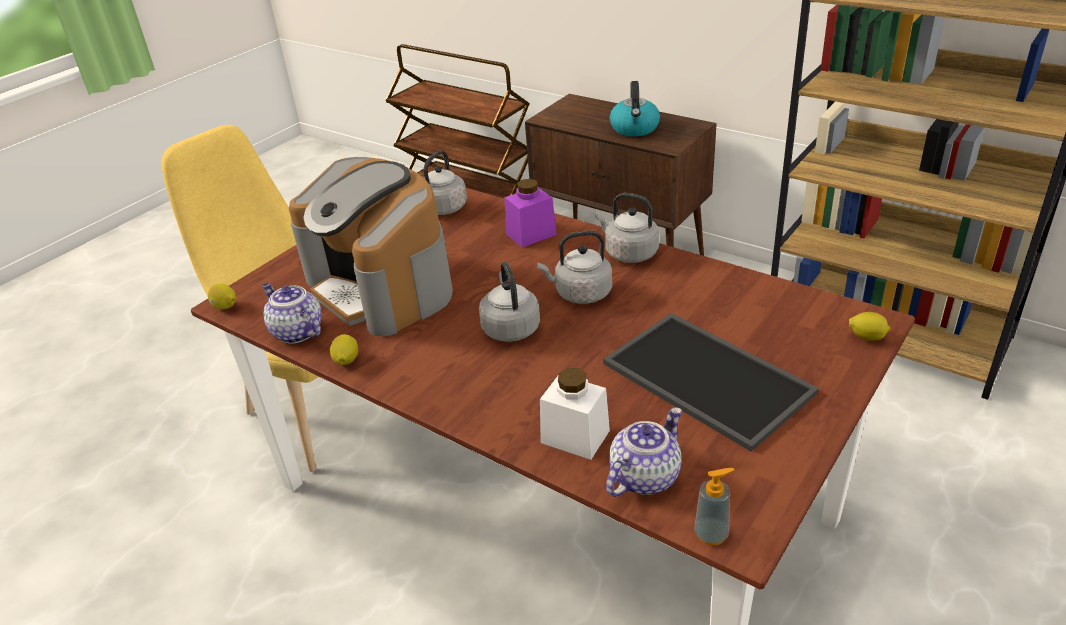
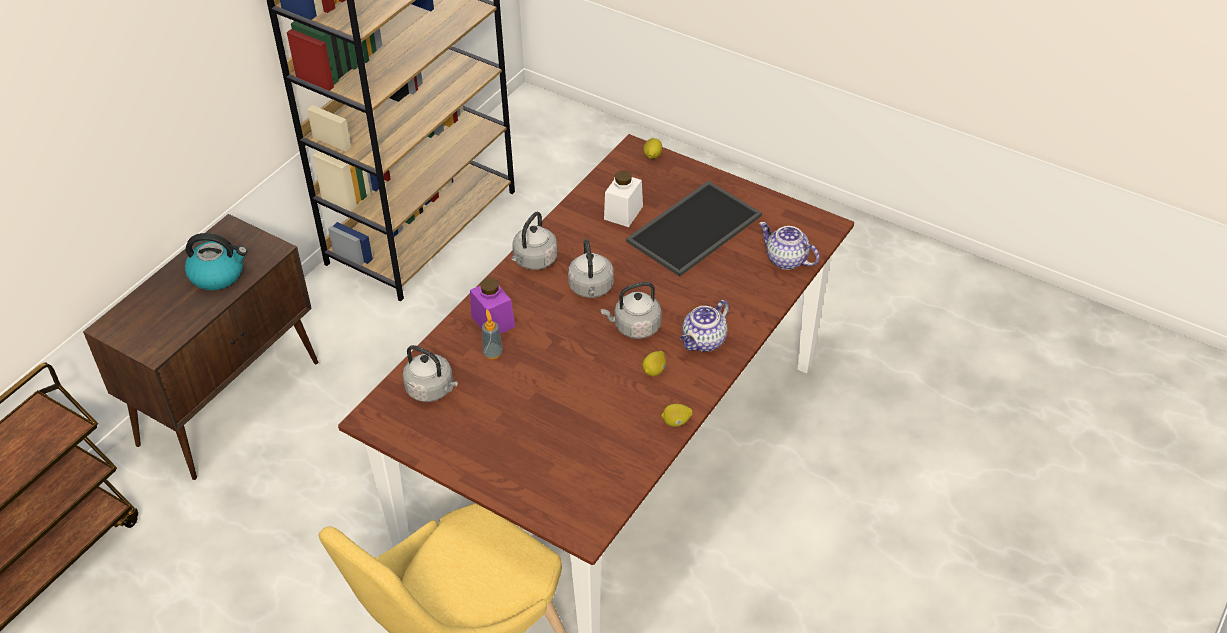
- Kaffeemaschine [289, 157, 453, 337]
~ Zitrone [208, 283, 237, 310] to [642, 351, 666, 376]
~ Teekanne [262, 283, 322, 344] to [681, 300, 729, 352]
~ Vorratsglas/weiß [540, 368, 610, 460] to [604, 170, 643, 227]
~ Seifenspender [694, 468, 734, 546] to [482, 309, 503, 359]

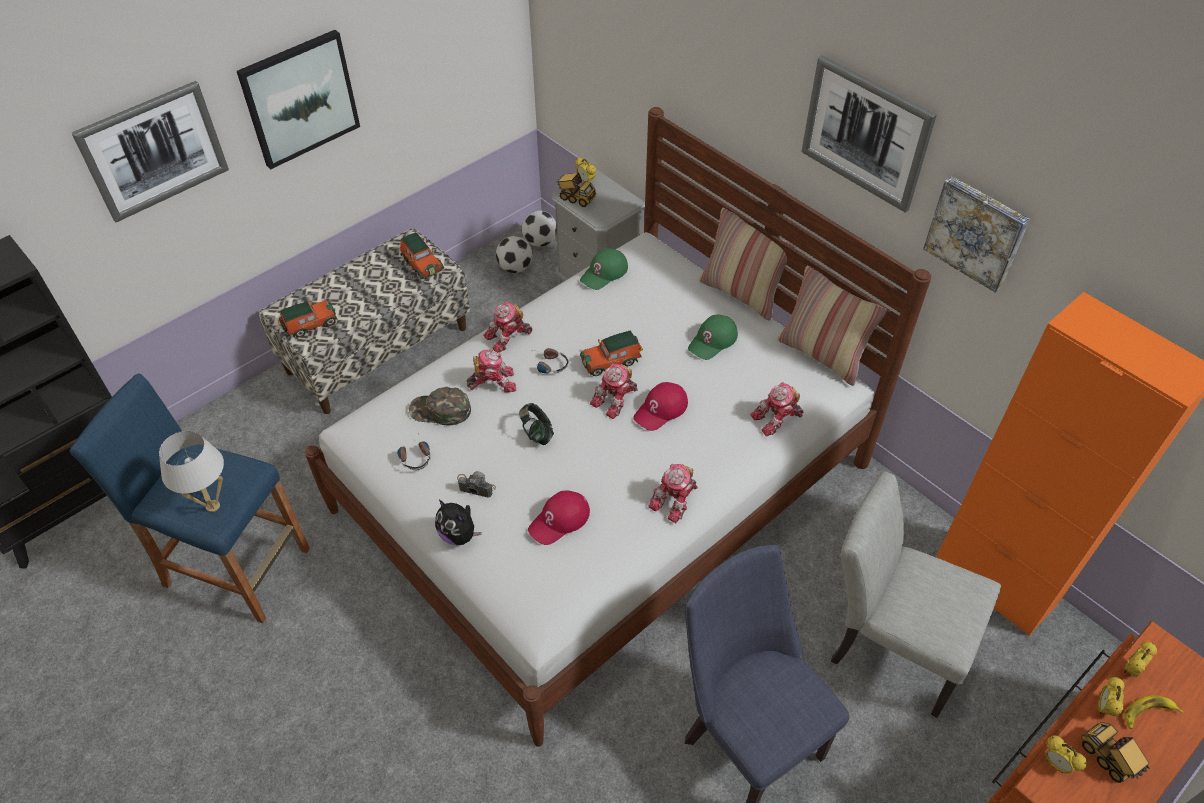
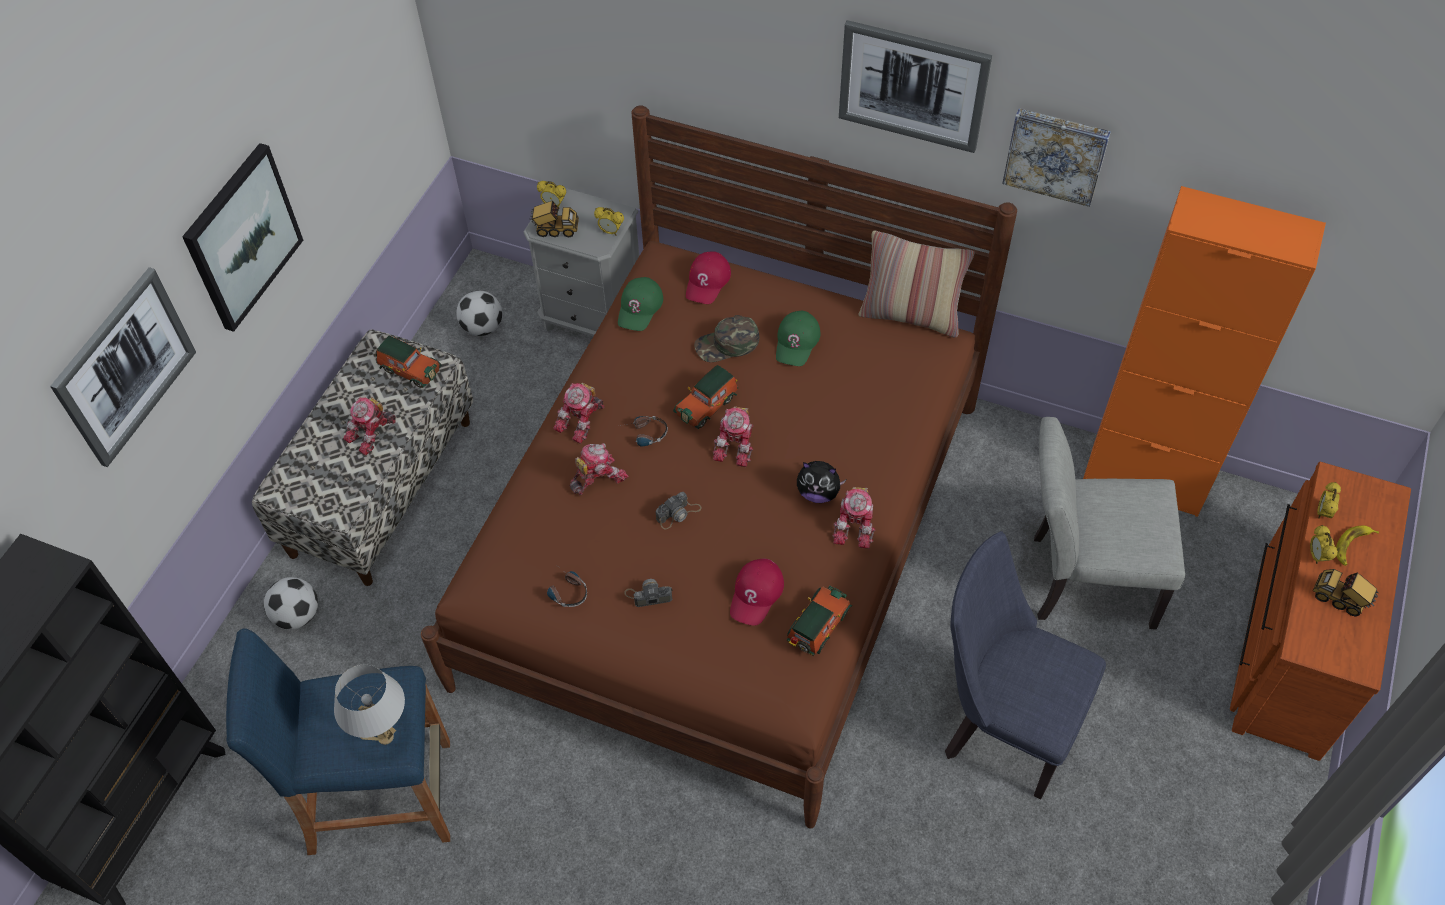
- Kissen [699, 208, 796, 320]
~ Spielzeugauto [278, 300, 338, 338] to [787, 586, 852, 656]
~ Kappe/grün [409, 387, 471, 425] to [694, 315, 759, 362]
~ Plüschtier [435, 500, 482, 546] to [797, 461, 846, 503]
~ Fußball [522, 211, 557, 247] to [264, 577, 318, 630]
~ Kappe/rot [633, 382, 688, 431] to [686, 251, 731, 304]
~ Spielzeugroboter [750, 382, 803, 436] to [343, 397, 396, 456]
~ Wecker [1045, 735, 1087, 774] to [594, 207, 624, 236]
~ Kopfhörer [519, 403, 554, 445] to Kamera [656, 492, 702, 529]
~ Bett/weiß [305, 107, 931, 747] to Bett/braun [421, 105, 1017, 829]

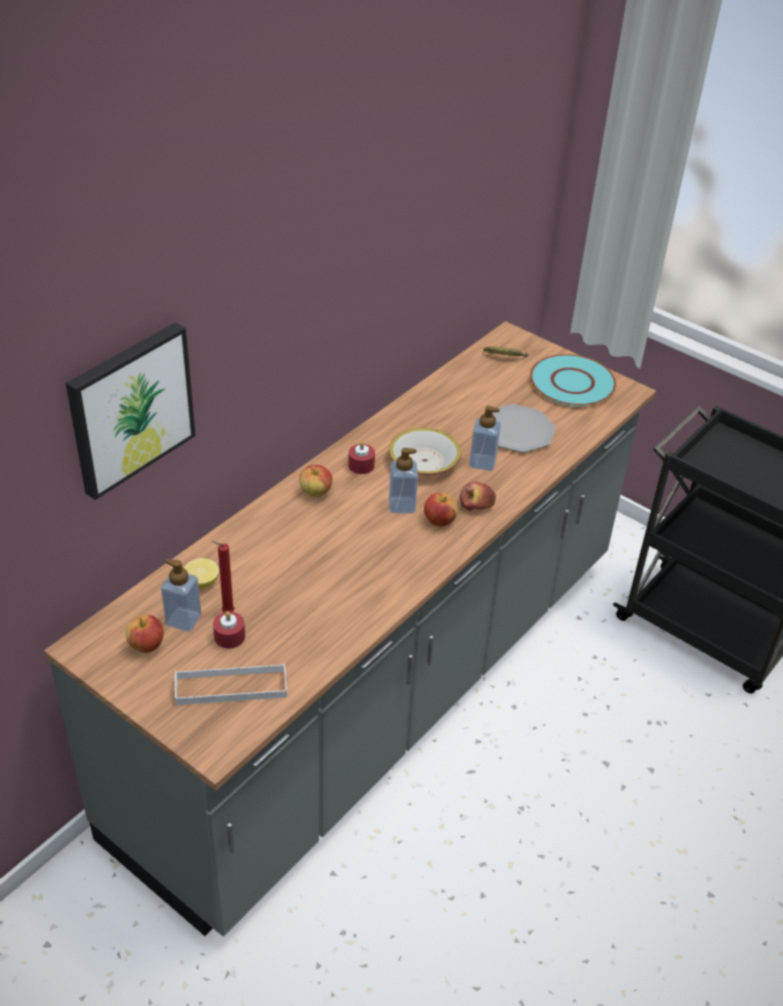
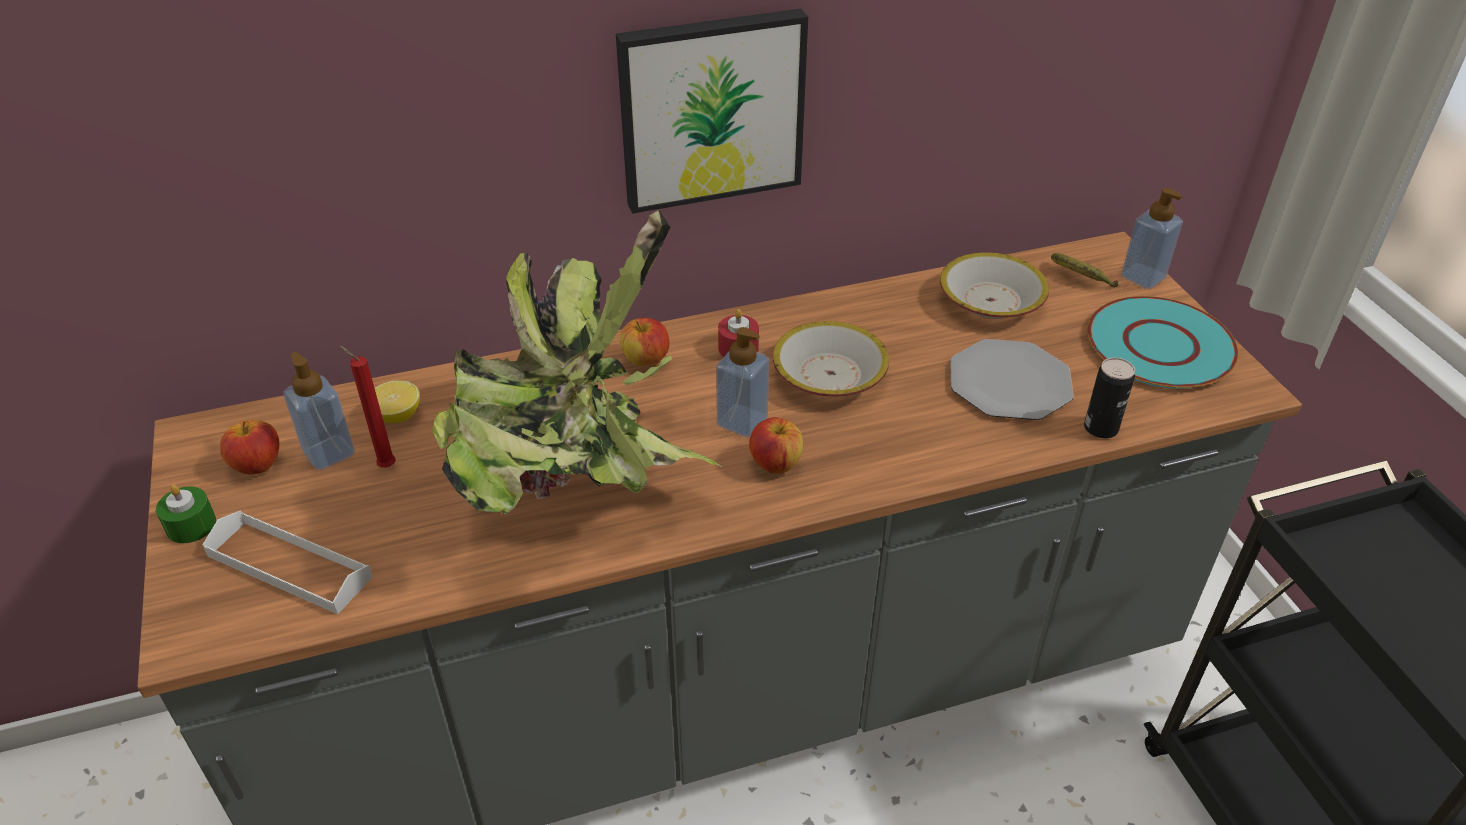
- Kerze/rot [213, 611, 245, 649]
- Apfel [460, 481, 496, 510]
+ Kerze/grün [156, 485, 216, 543]
+ Topfpflanze [432, 210, 722, 515]
+ Schüssel [940, 252, 1049, 319]
+ Dose [1084, 358, 1135, 438]
~ Bild [66, 322, 196, 500] to [616, 9, 808, 214]
~ Seifenspender [469, 406, 501, 471] to [1121, 188, 1183, 289]

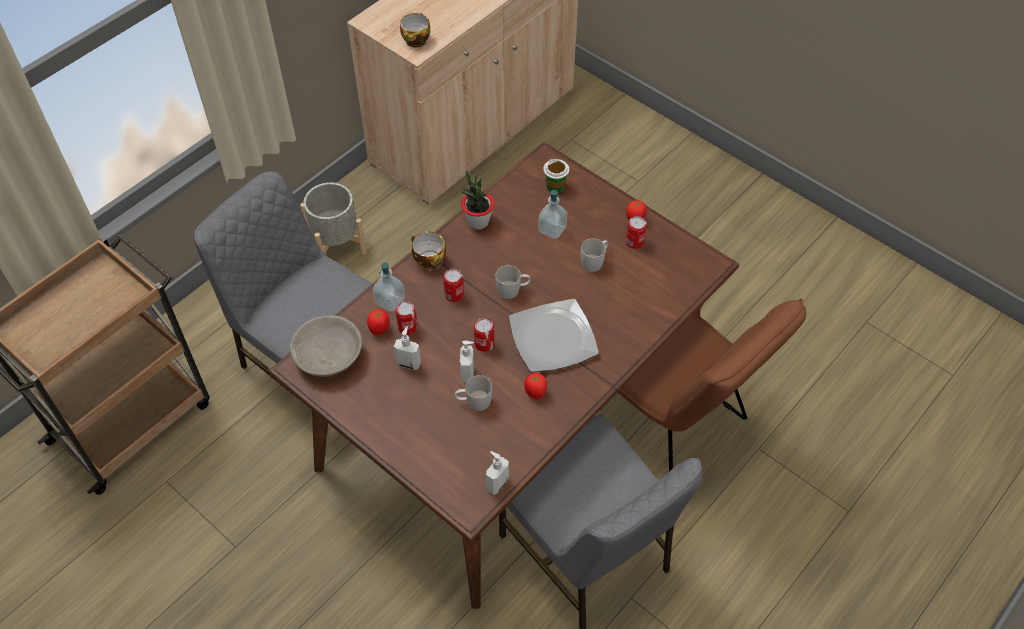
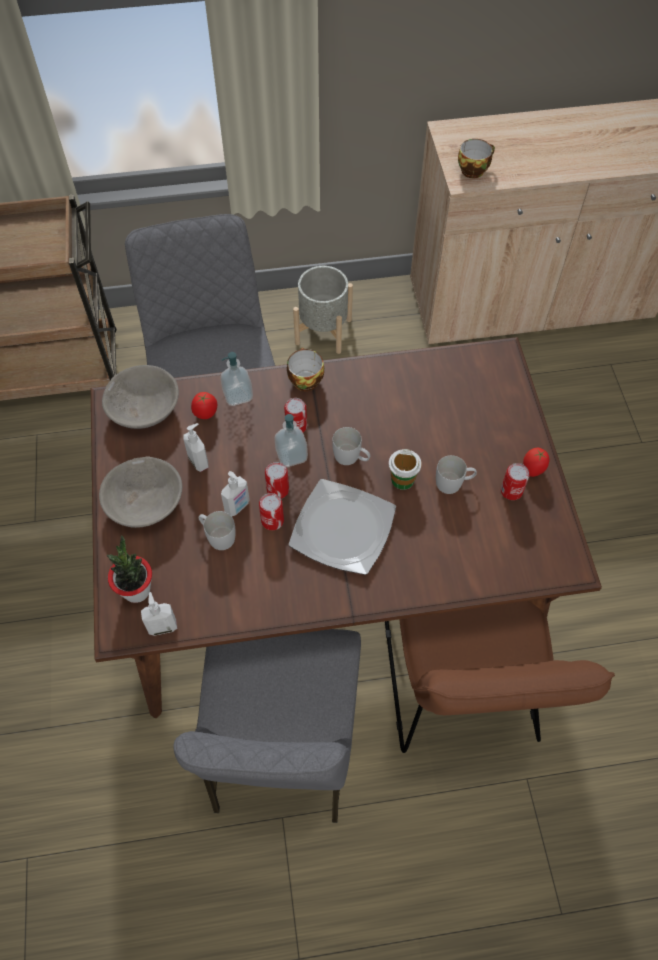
- Tomate [524, 373, 547, 399]
+ Schüssel/grau [99, 456, 183, 528]
~ Dose [396, 301, 418, 335] to [259, 493, 284, 530]
~ Topfpflanze [461, 170, 494, 229] to [107, 535, 152, 603]
~ Seifenspender [538, 190, 567, 239] to [274, 414, 308, 467]
~ Tasse [543, 159, 569, 193] to [389, 449, 422, 490]

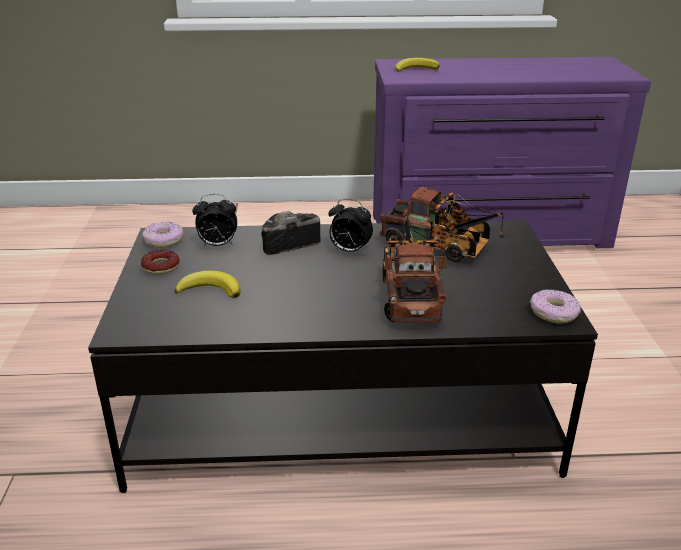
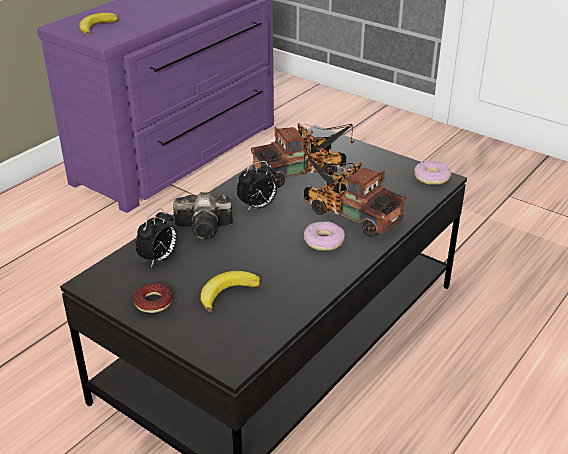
~ Donut [142, 222, 183, 248] to [304, 221, 345, 251]
~ Kamera [261, 211, 320, 255] = [173, 192, 233, 240] 105 degrees counterclockwise

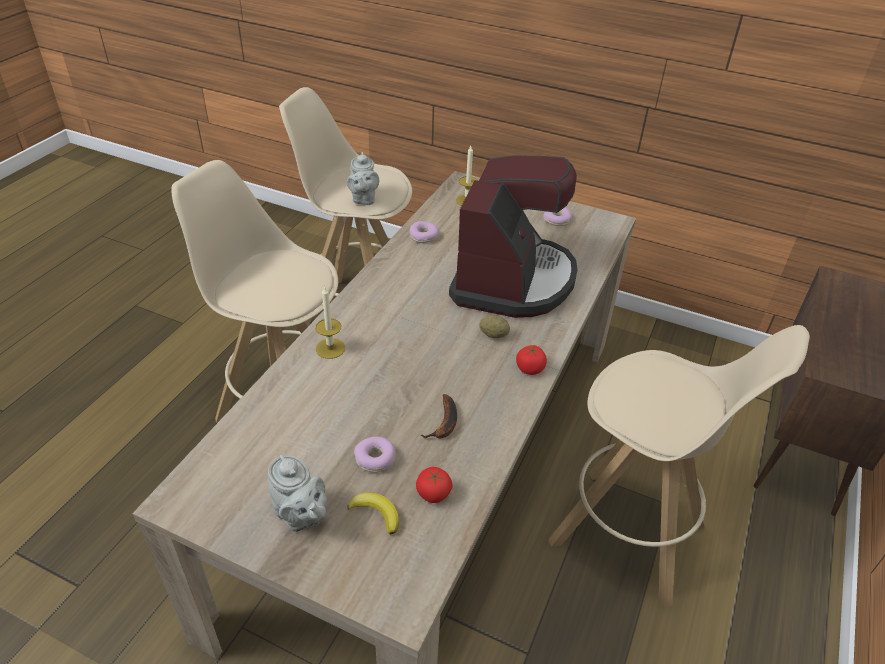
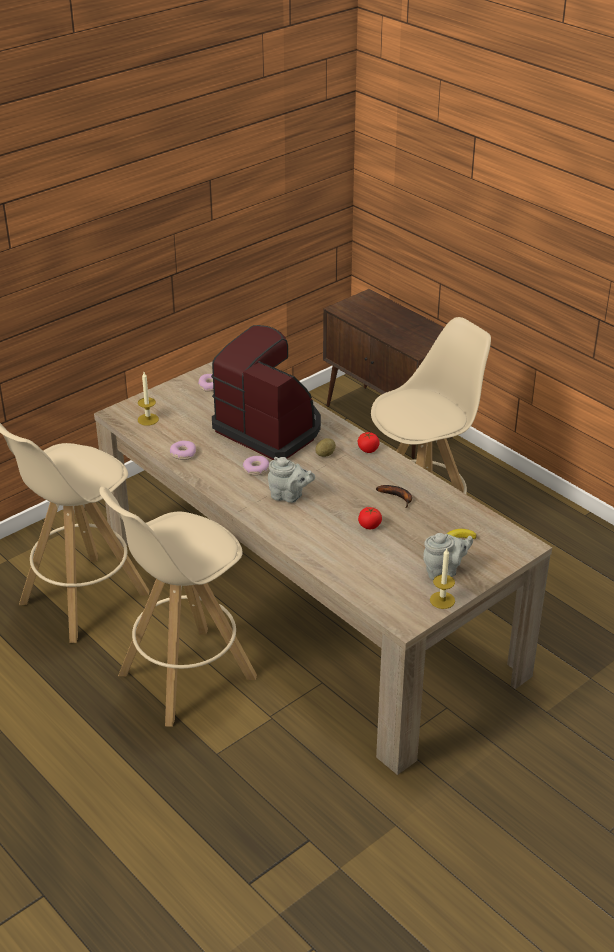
~ Kerze [316, 287, 345, 359] to [430, 549, 455, 609]
~ Teekanne/grau [347, 152, 379, 205] to [268, 457, 315, 503]
~ Donut [354, 437, 396, 472] to [243, 456, 269, 476]
~ Tomate [416, 467, 453, 503] to [358, 507, 382, 529]

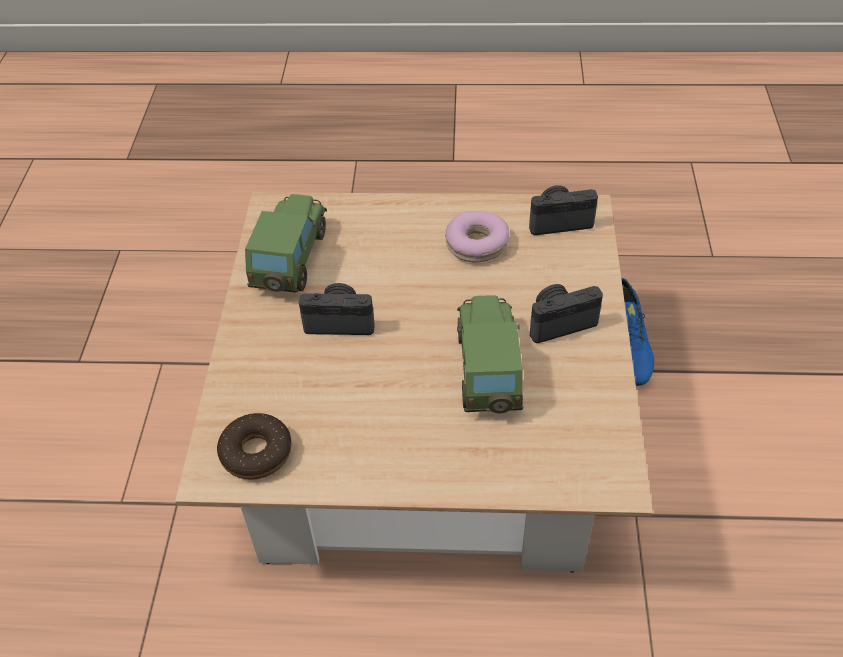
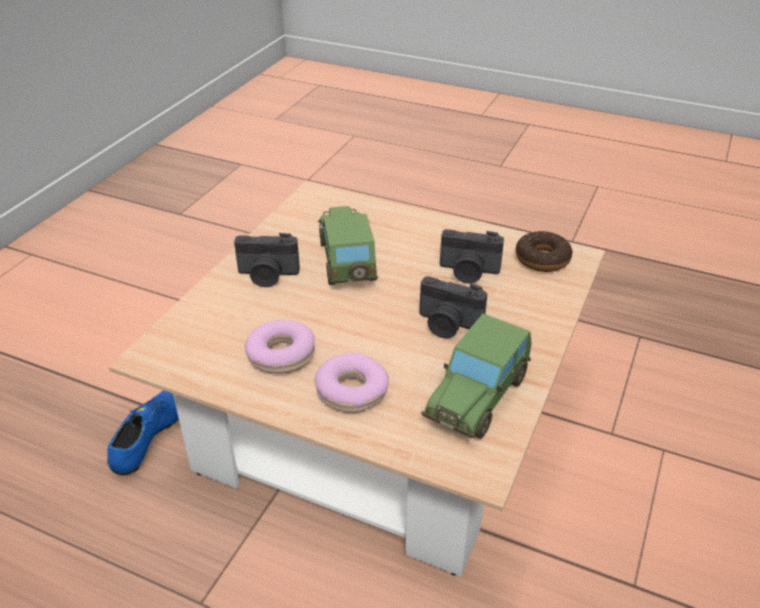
+ Donut [315, 353, 389, 413]
~ Kamera [529, 185, 598, 235] to [440, 229, 504, 283]
~ Spielzeugauto [457, 295, 523, 413] = [318, 206, 378, 285] 150 degrees clockwise

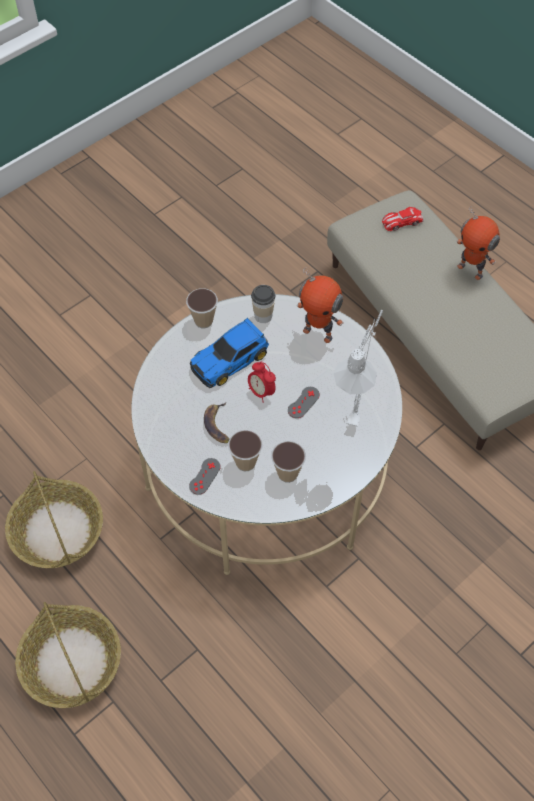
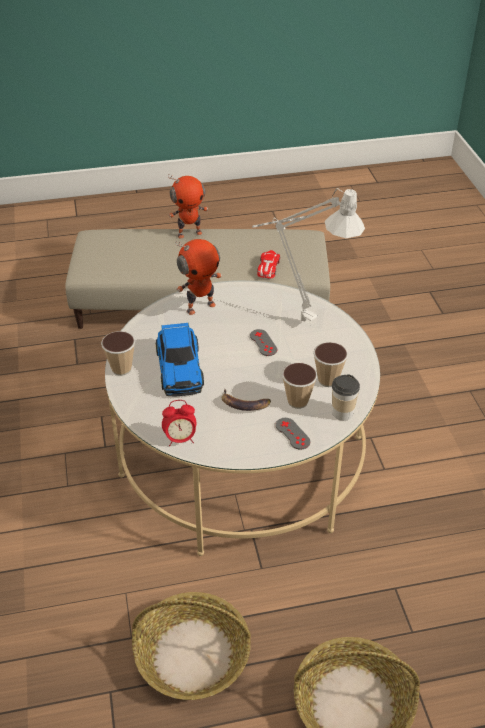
~ Wecker [248, 362, 276, 403] to [162, 400, 196, 446]
~ Tasse [251, 285, 276, 323] to [332, 374, 360, 421]
~ Spielzeugauto [382, 207, 424, 231] to [257, 250, 280, 278]

